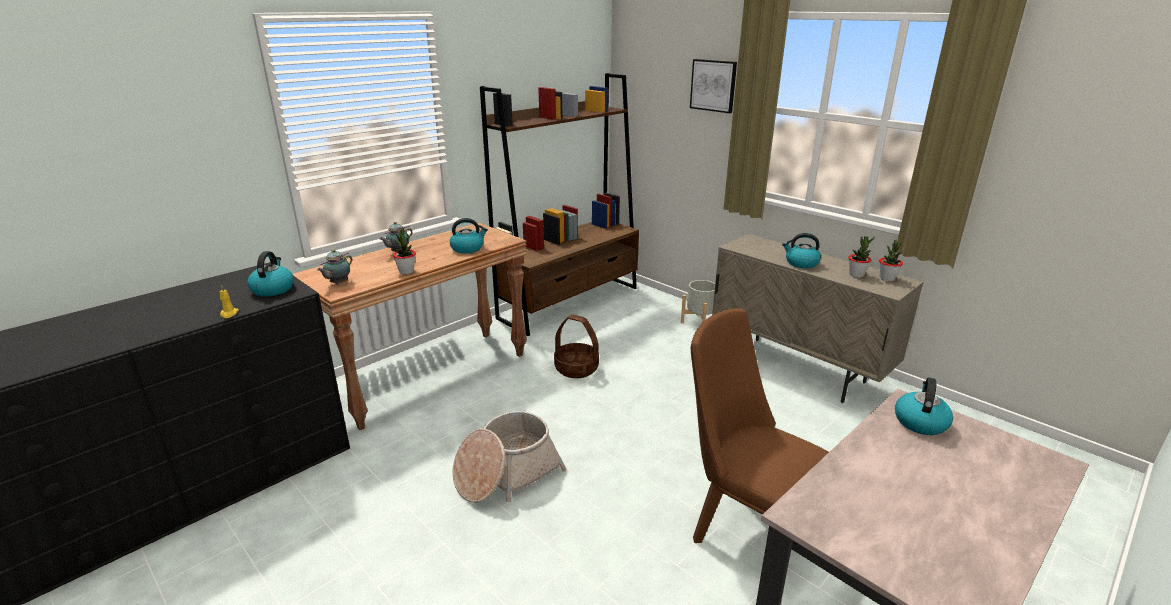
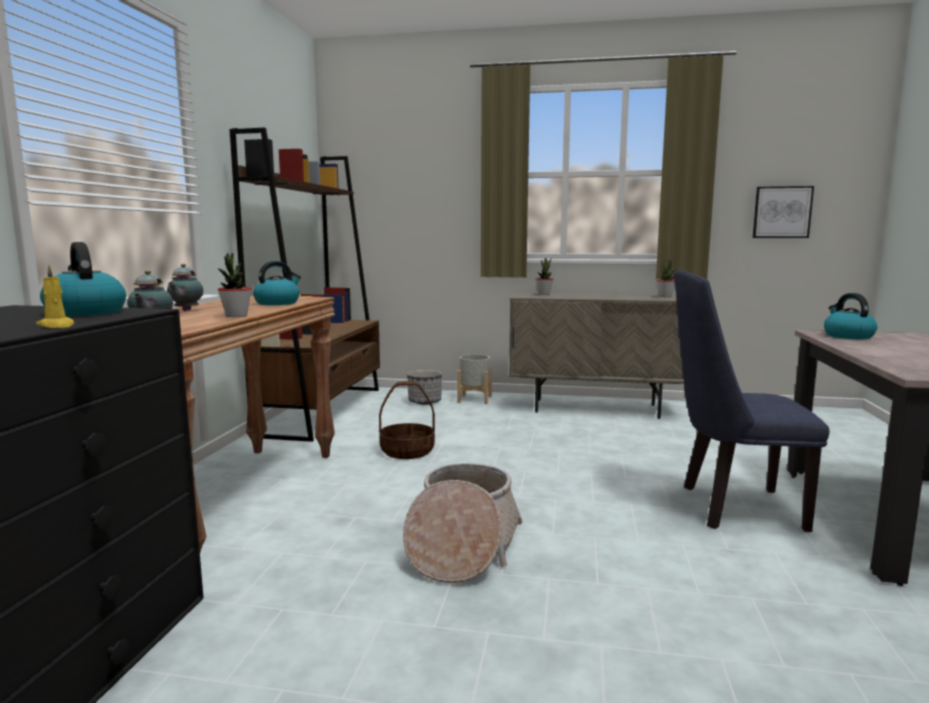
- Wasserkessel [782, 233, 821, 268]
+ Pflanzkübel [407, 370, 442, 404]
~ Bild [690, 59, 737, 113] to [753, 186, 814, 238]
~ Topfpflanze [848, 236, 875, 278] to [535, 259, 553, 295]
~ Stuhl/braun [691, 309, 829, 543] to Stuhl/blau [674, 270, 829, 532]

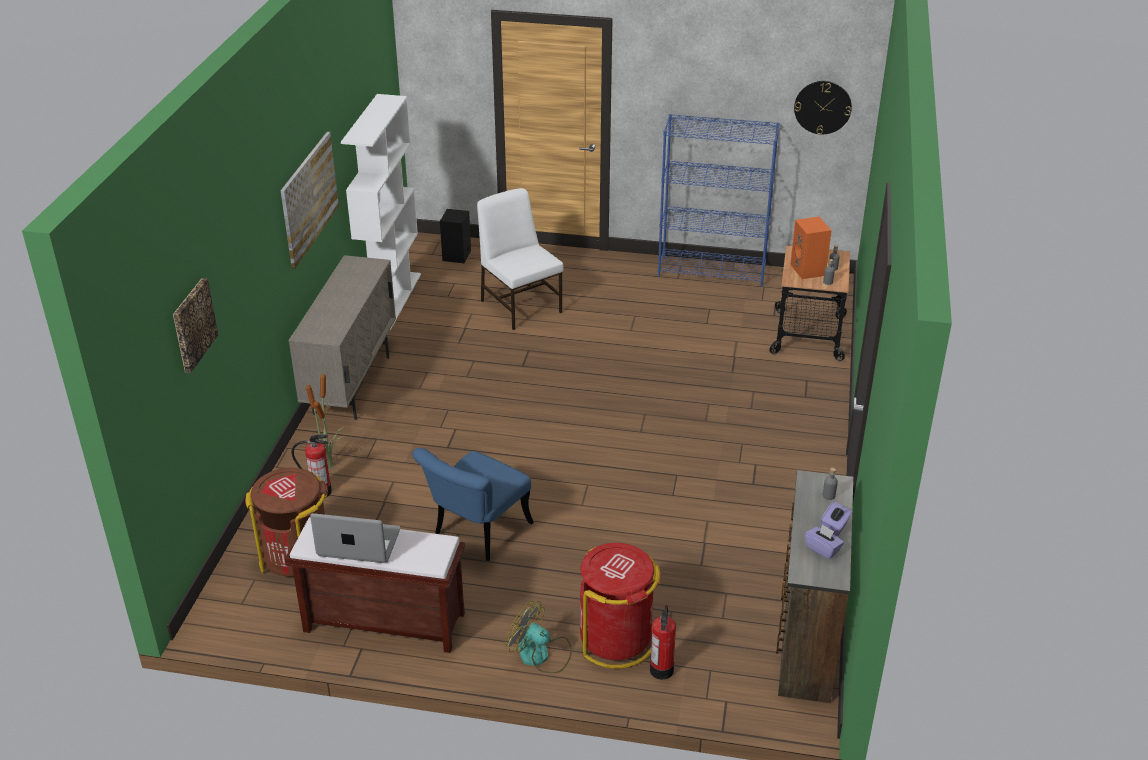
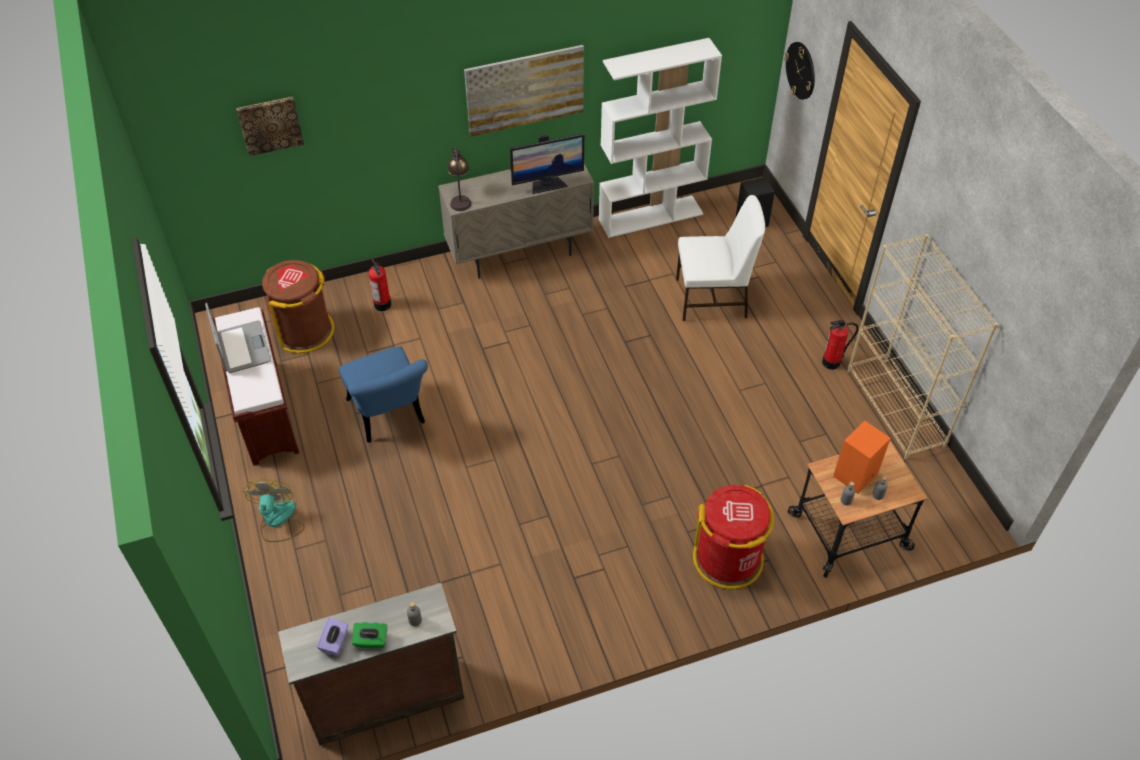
- Topfpflanze [306, 374, 344, 470]
+ Tischlampe [448, 147, 471, 211]
+ Monitor [510, 134, 584, 194]
~ Mülleimer/rot [580, 543, 661, 669] to [693, 485, 774, 590]
~ Feuerlöscher [650, 605, 676, 680] to [822, 320, 859, 370]
~ Wanduhr [794, 81, 852, 135] to [784, 42, 815, 100]
~ Bücherregal/blau [658, 114, 779, 287] to Bücherregal/beige [847, 234, 998, 459]
~ Taschentuchbox/lila [820, 501, 852, 537] to Taschentuchbox/grün [352, 622, 388, 648]
~ Stuhl/blau [412, 448, 534, 561] = [339, 346, 428, 443] 120 degrees counterclockwise
~ Stuhl/weiß [477, 188, 563, 330] = [676, 195, 765, 321] 60 degrees clockwise

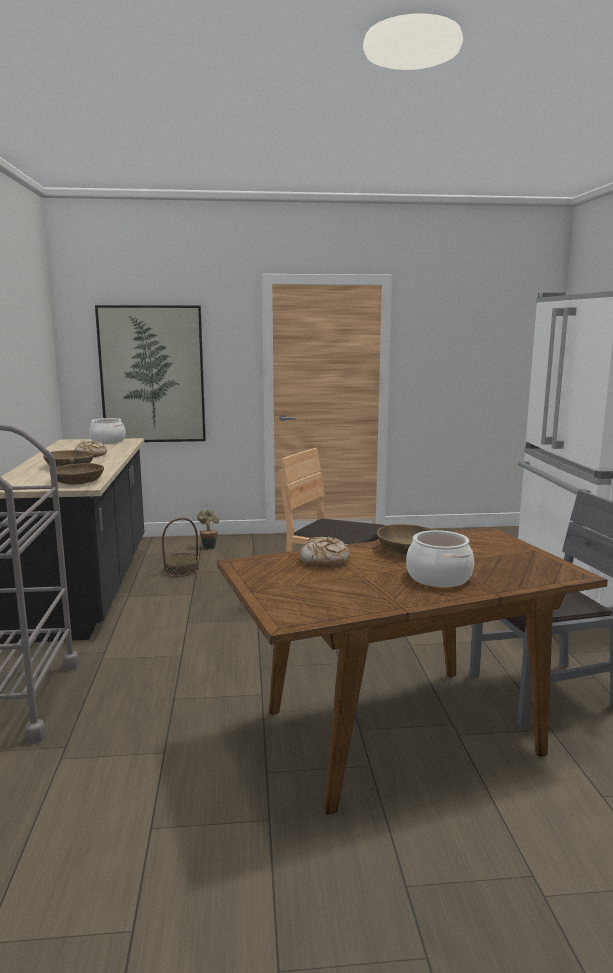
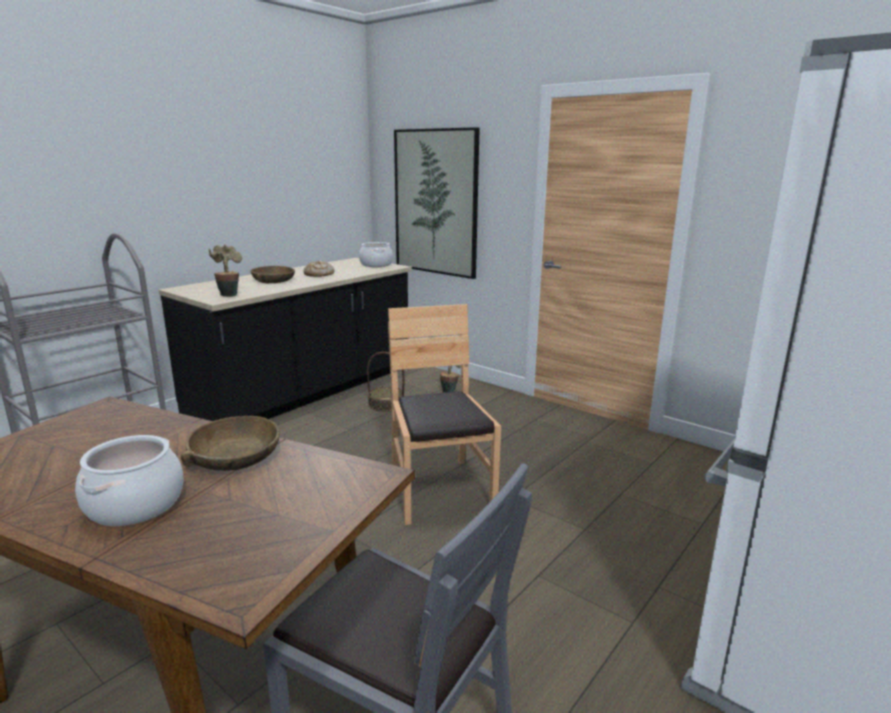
- Brot [300, 537, 350, 567]
~ Schüssel/braun [56, 463, 104, 484] to Topfpflanze [209, 245, 242, 297]

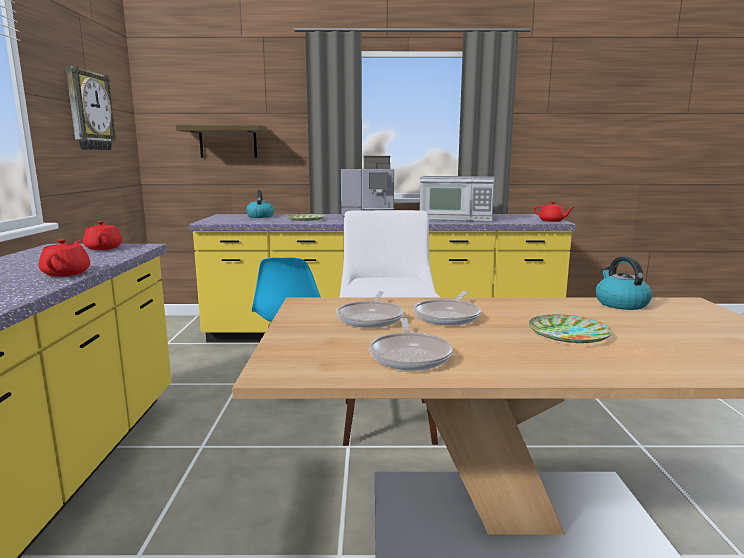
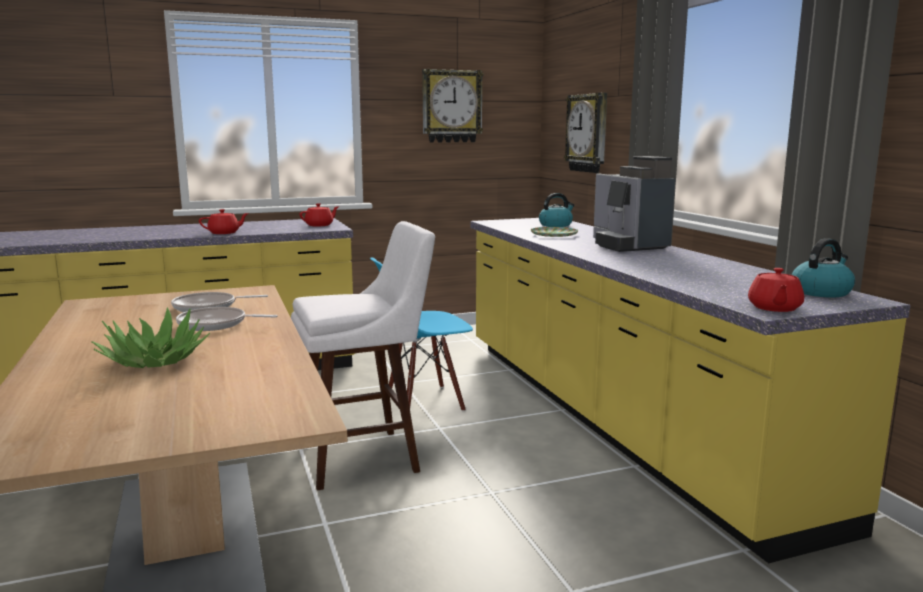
- Pfanne [369, 318, 453, 371]
- Mikrowelle [420, 176, 495, 221]
~ Wasserkessel [596, 256, 652, 310] to [792, 238, 855, 298]
~ Wandregal [176, 125, 267, 158] to Wanduhr [564, 93, 607, 173]
~ Teller [529, 315, 612, 343] to Topfpflanze [91, 307, 210, 368]

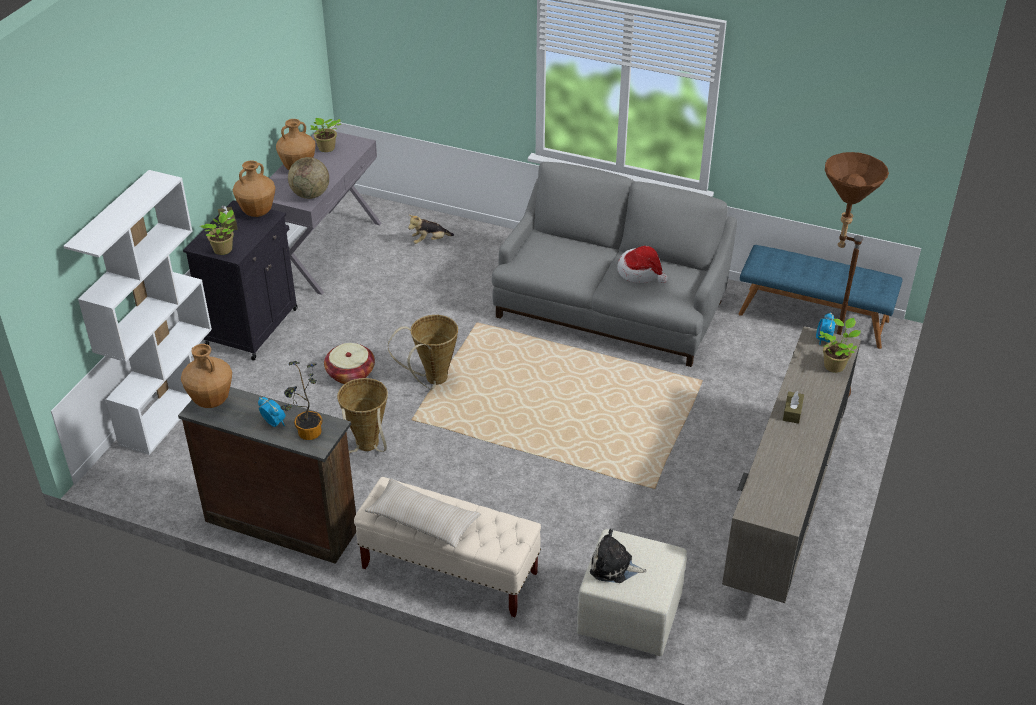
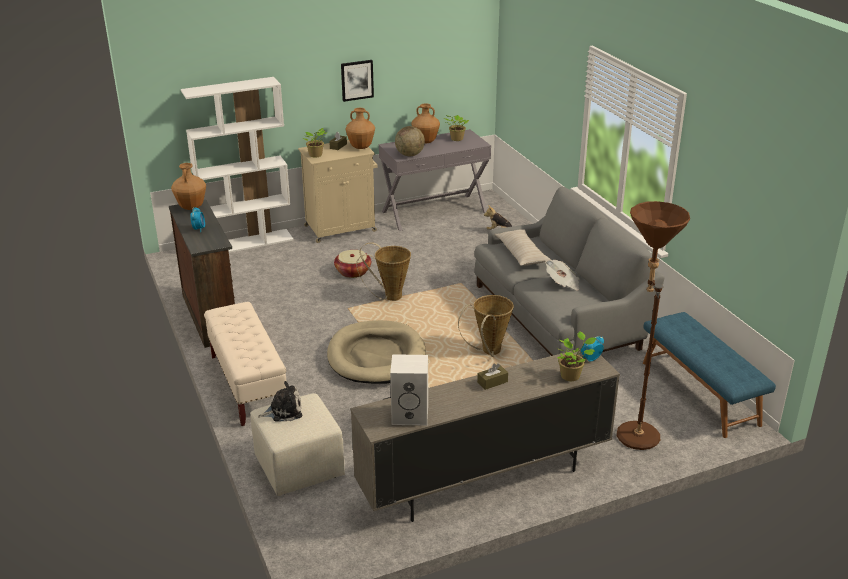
- Topfpflanze [280, 361, 322, 440]
+ Hundebett/beige [327, 320, 426, 384]
+ Bild [341, 60, 374, 102]
+ Lautsprecher/weiß [390, 354, 428, 426]
~ Korb [337, 378, 388, 453] to [458, 295, 514, 357]
~ Kissen/beige [365, 478, 481, 548] to [495, 229, 551, 266]
~ Hut [617, 246, 668, 283] to Zeitung [545, 260, 579, 291]
~ Schrank/schwarz [183, 200, 298, 361] to Schrank/beige [298, 140, 378, 243]
~ Plüschtier [590, 529, 647, 583] = [258, 381, 302, 422] 105 degrees clockwise

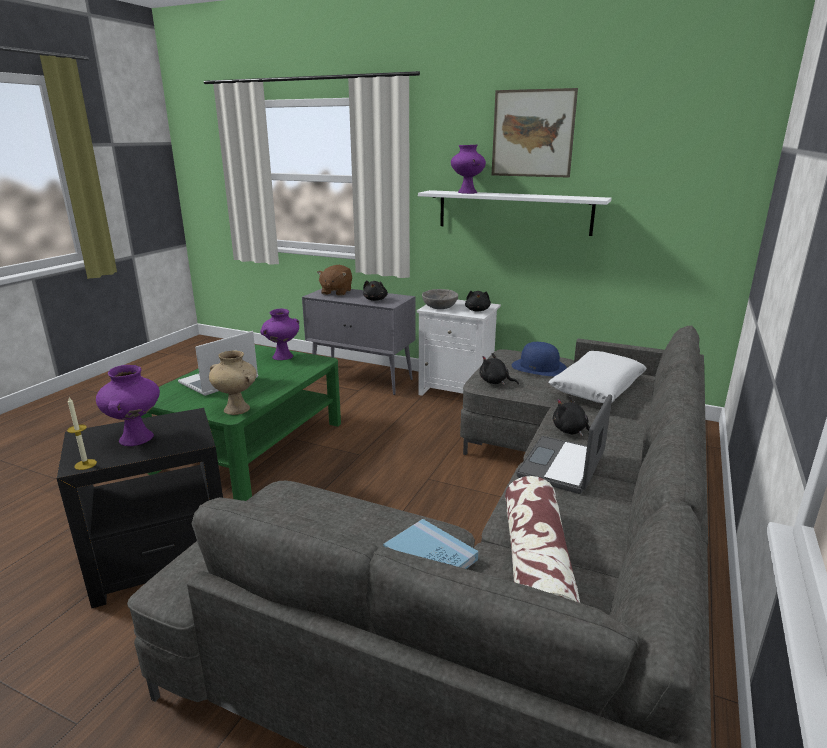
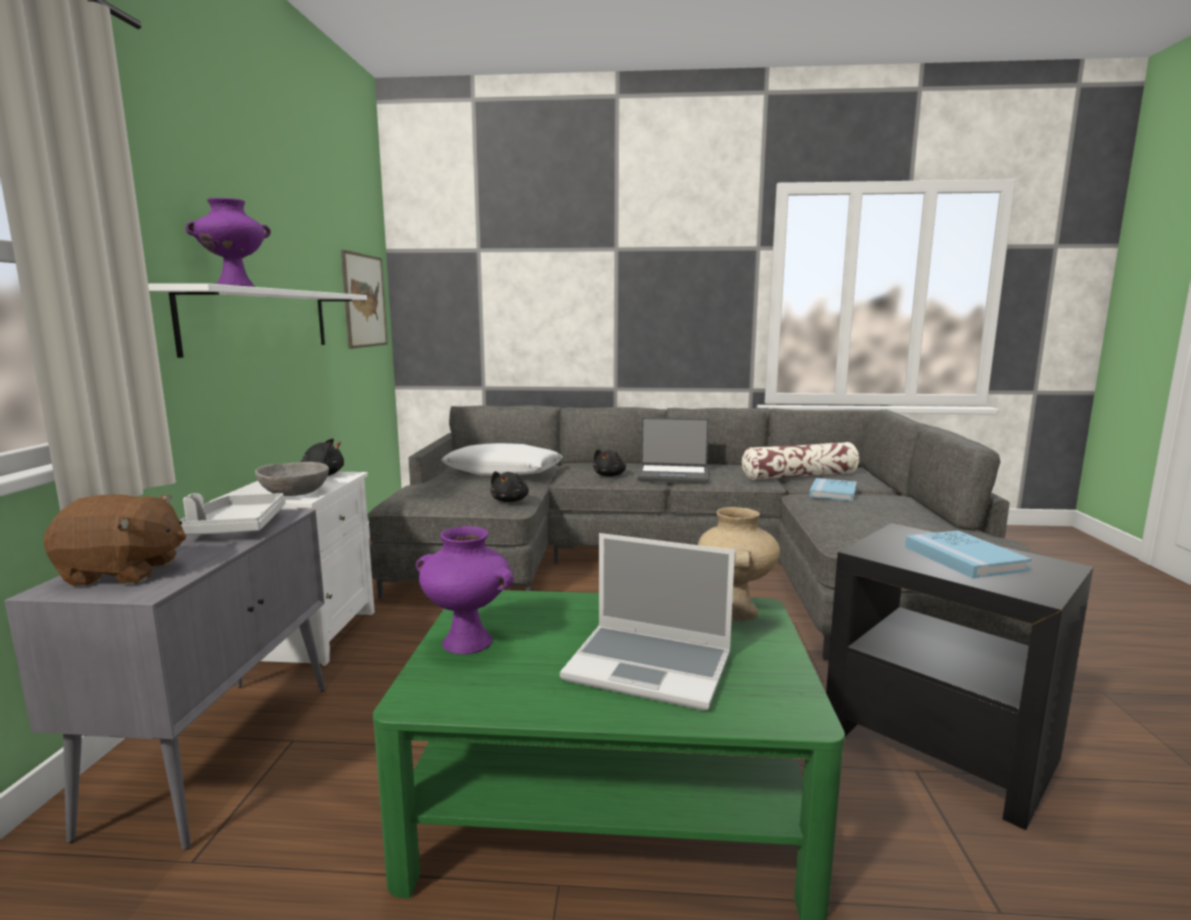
- Kerze [67, 397, 97, 470]
- Hut/blau [512, 342, 567, 376]
~ Bild [492, 88, 578, 178] to [341, 250, 388, 349]
~ Vase/lila [96, 365, 160, 446] to Buch/blau [905, 531, 1031, 578]
~ Plüschtier/schwarz [363, 280, 388, 301] to Tablett/grau [180, 493, 286, 535]

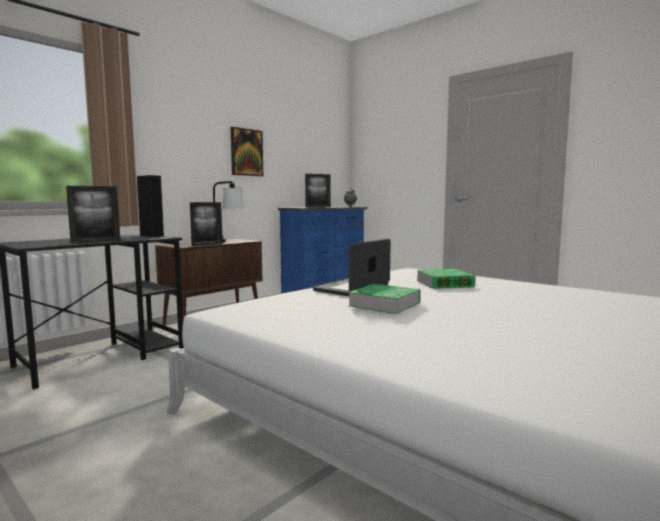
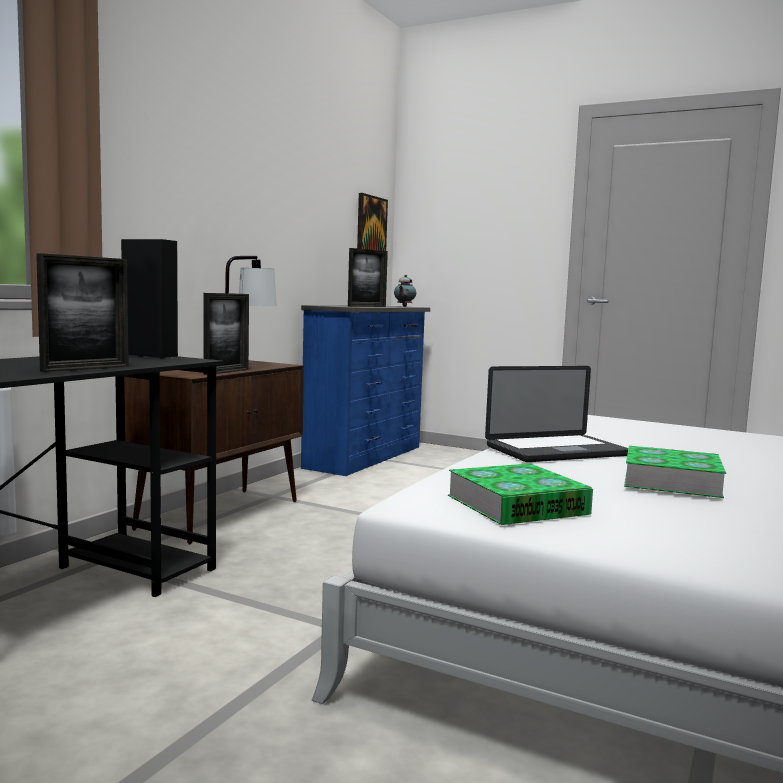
~ Bild [231, 127, 263, 176] to [357, 193, 388, 251]
~ Buch [417, 269, 475, 289] to [448, 463, 593, 525]
~ Laptop [313, 239, 391, 296] = [485, 366, 628, 462] 135 degrees counterclockwise

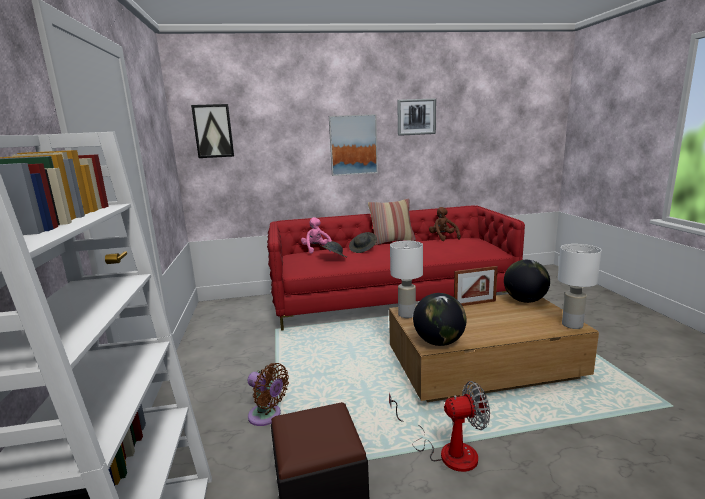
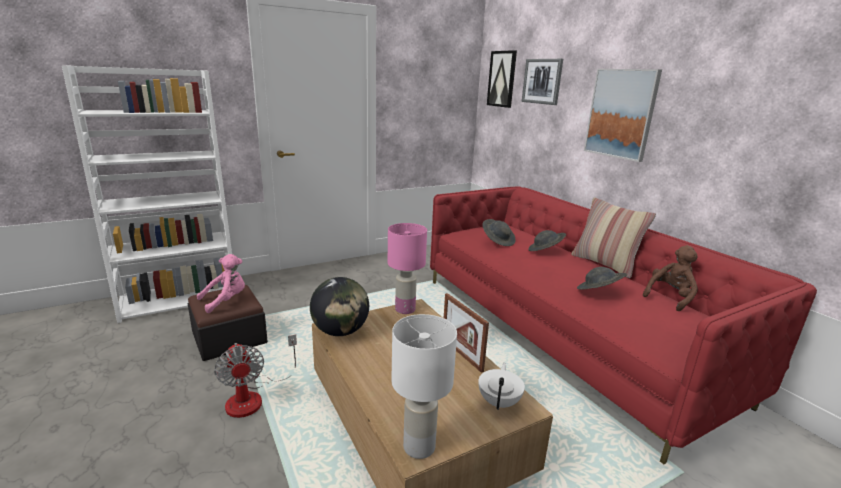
- Ventilator/braun [247, 363, 289, 426]
+ Hut/grau [577, 267, 627, 290]
~ Plüschtier/rosa [301, 217, 332, 254] to [197, 254, 245, 313]
~ Bild [397, 98, 436, 136] to [522, 59, 563, 105]
~ Globus [504, 260, 550, 303] to Teekanne/weiß [478, 363, 525, 410]
~ Tischlampe/weiß [390, 241, 423, 318] to Tischlampe/rosa [388, 223, 427, 314]

